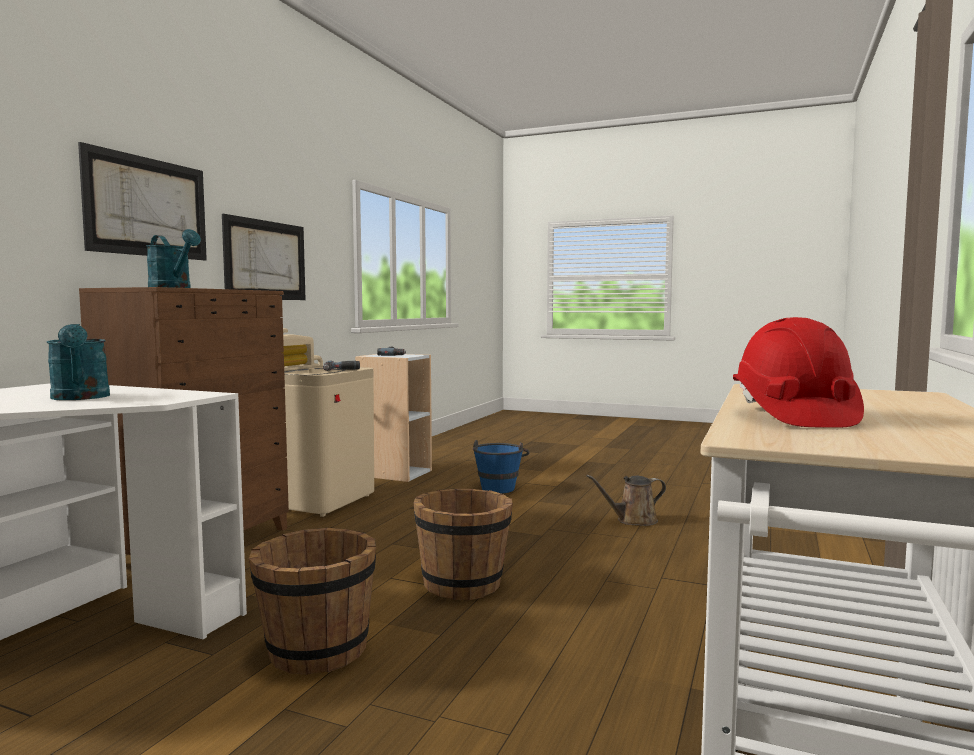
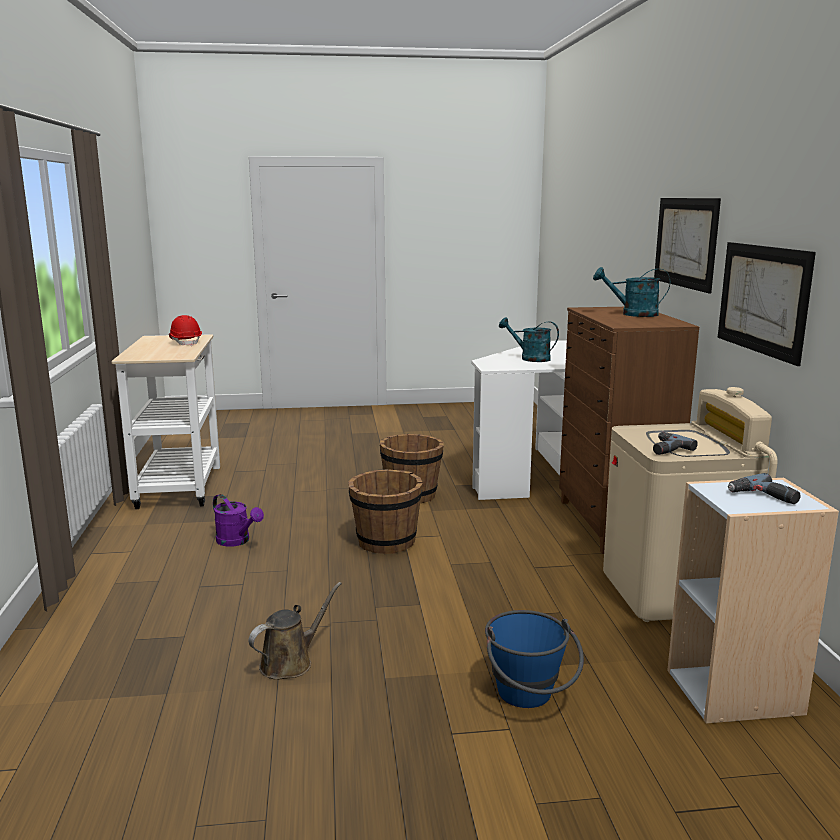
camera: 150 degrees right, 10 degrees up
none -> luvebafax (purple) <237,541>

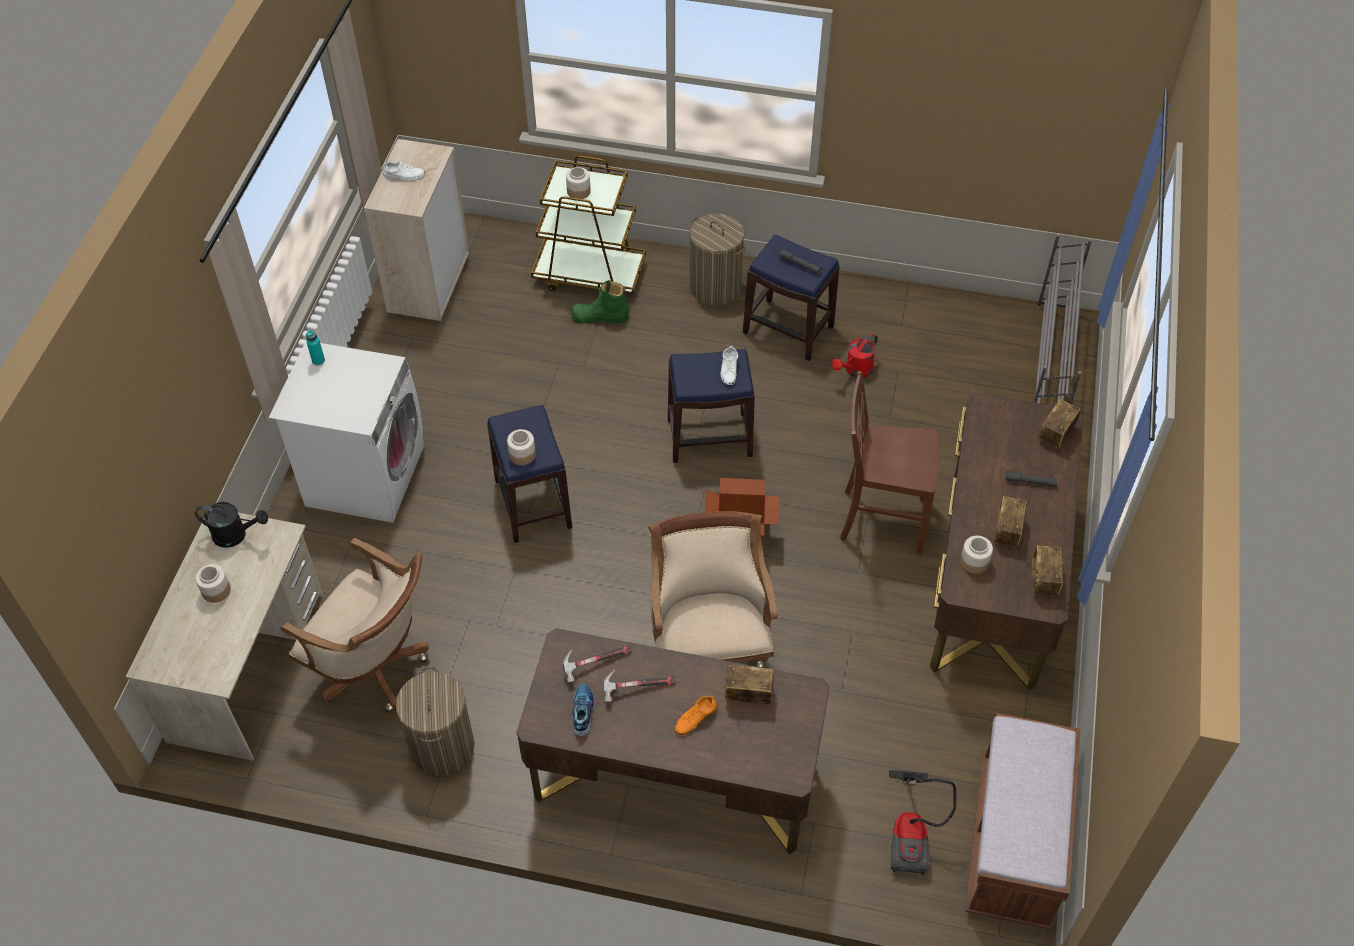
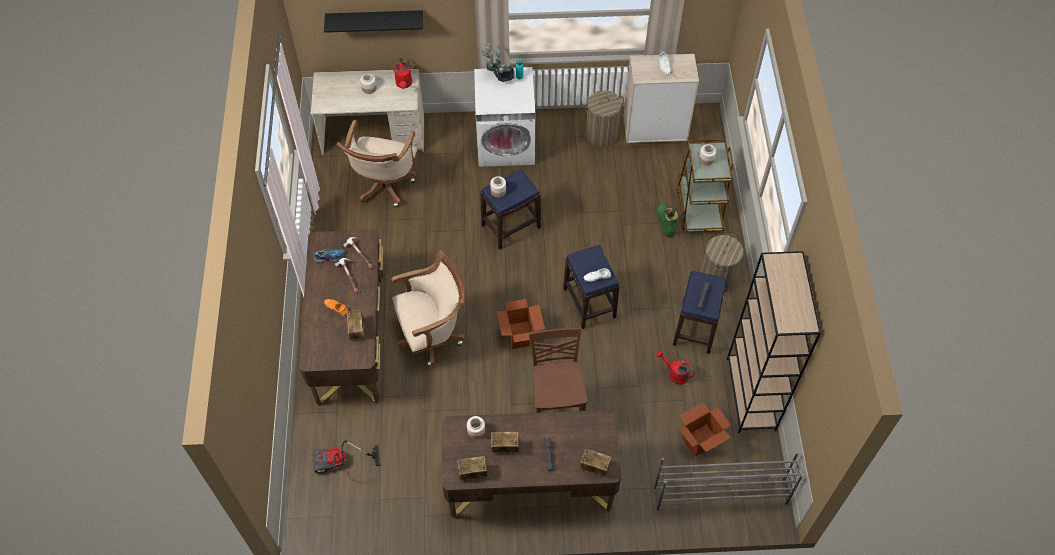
camera: 75 degrees right, 5 degrees up
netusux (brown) <1013,843> -> none
none -> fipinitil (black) <375,20>
none -> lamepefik <498,78>
none -> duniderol <700,440>
none -> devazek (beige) <751,394>
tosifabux <442,746> -> tosifabux <601,134>, relocated
luvebafax (black) <236,535> -> luvebafax (red) <404,84>

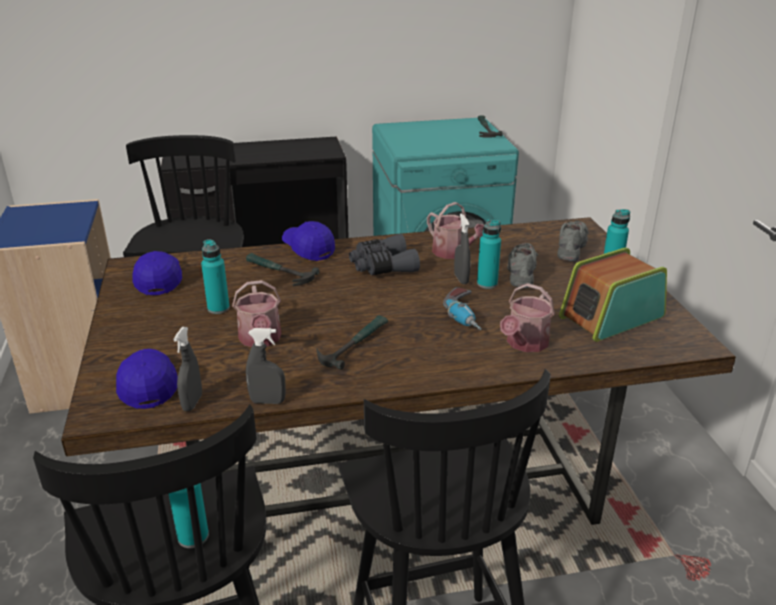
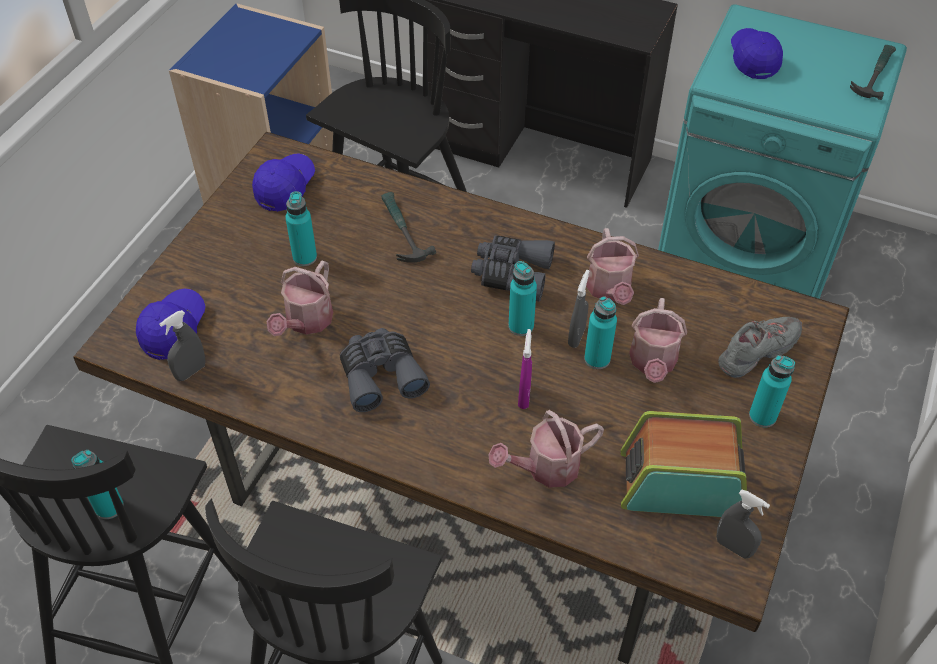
camera: 35 degrees right, 20 degrees up
none -> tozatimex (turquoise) <521,326>
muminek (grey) <267,401> -> muminek (grey) <733,547>, relocated
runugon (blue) <308,249> -> runugon (blue) <753,60>, relocated
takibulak <353,345> -> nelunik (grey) <381,375>
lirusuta <465,317> -> muminek (purple) <524,396>
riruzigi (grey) <521,273> -> luvebafax <652,363>

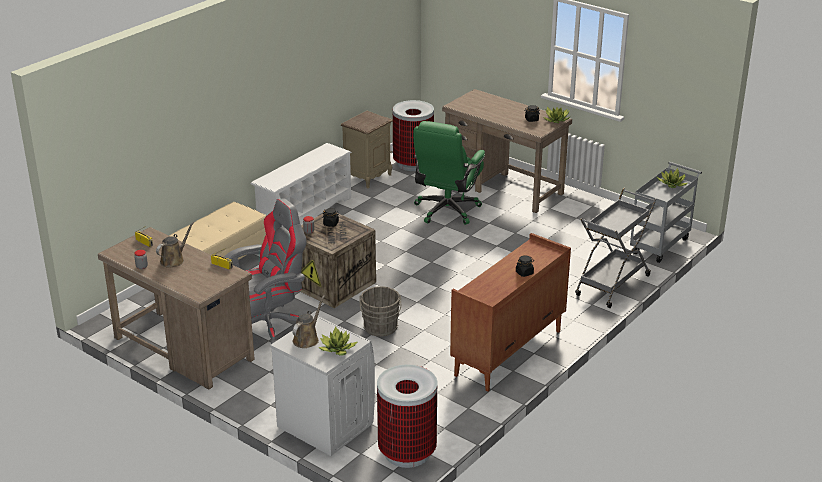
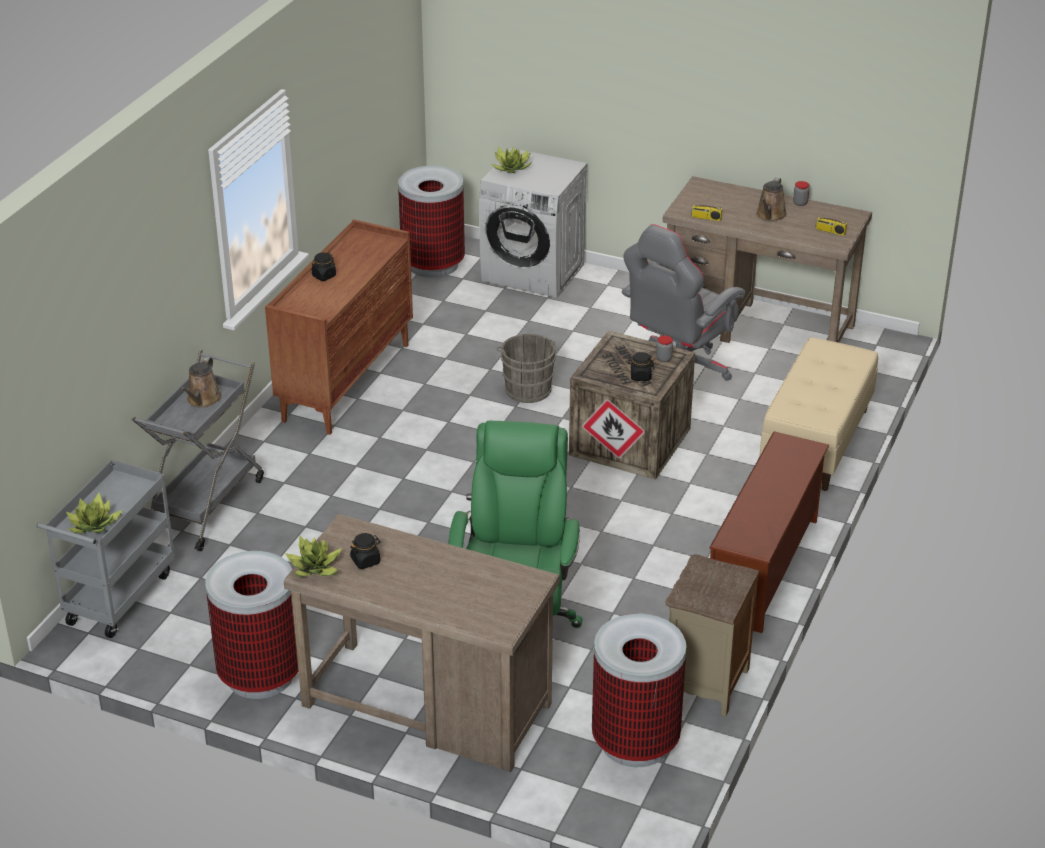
camera: 165 degrees right, 5 degrees up
none -> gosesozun <259,675>
luvebafax (brown) <307,339> -> luvebafax (brown) <202,400>, relocated
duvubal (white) <304,213> -> duvubal (brown) <765,569>

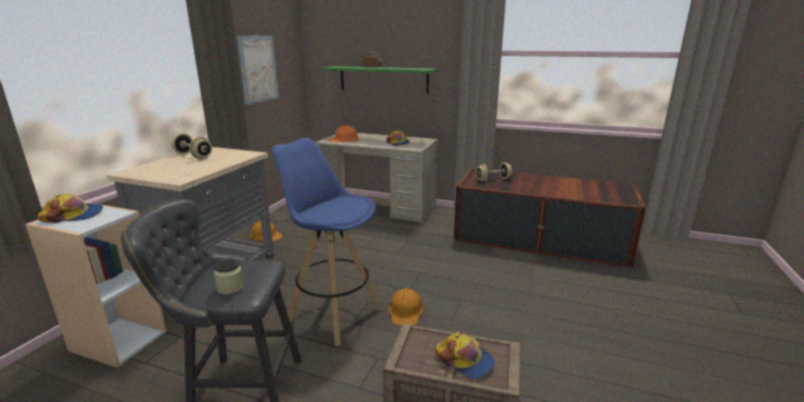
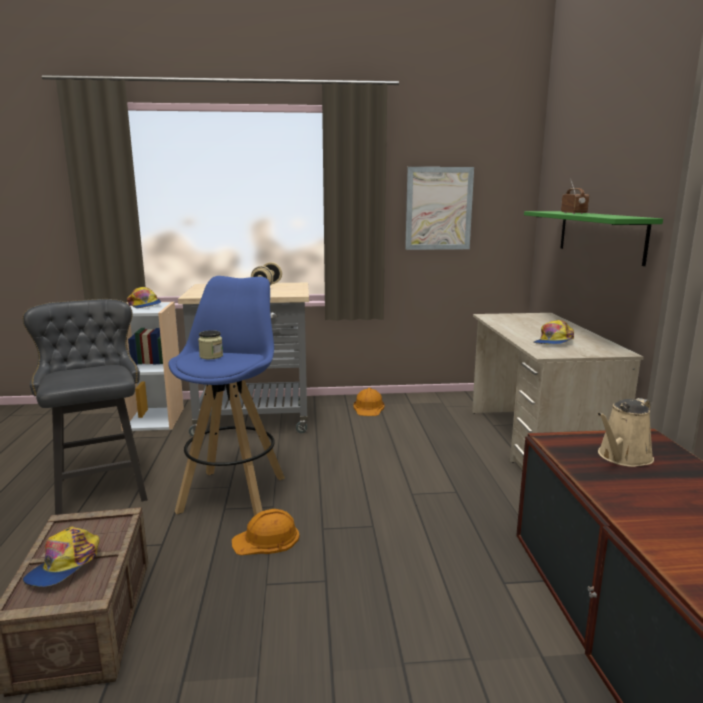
camera: 65 degrees right, 5 degrees down
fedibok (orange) <344,139> -> none
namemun <230,288> -> namemun <211,356>, relocated
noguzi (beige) <493,179> -> luvebafax (beige) <622,457>

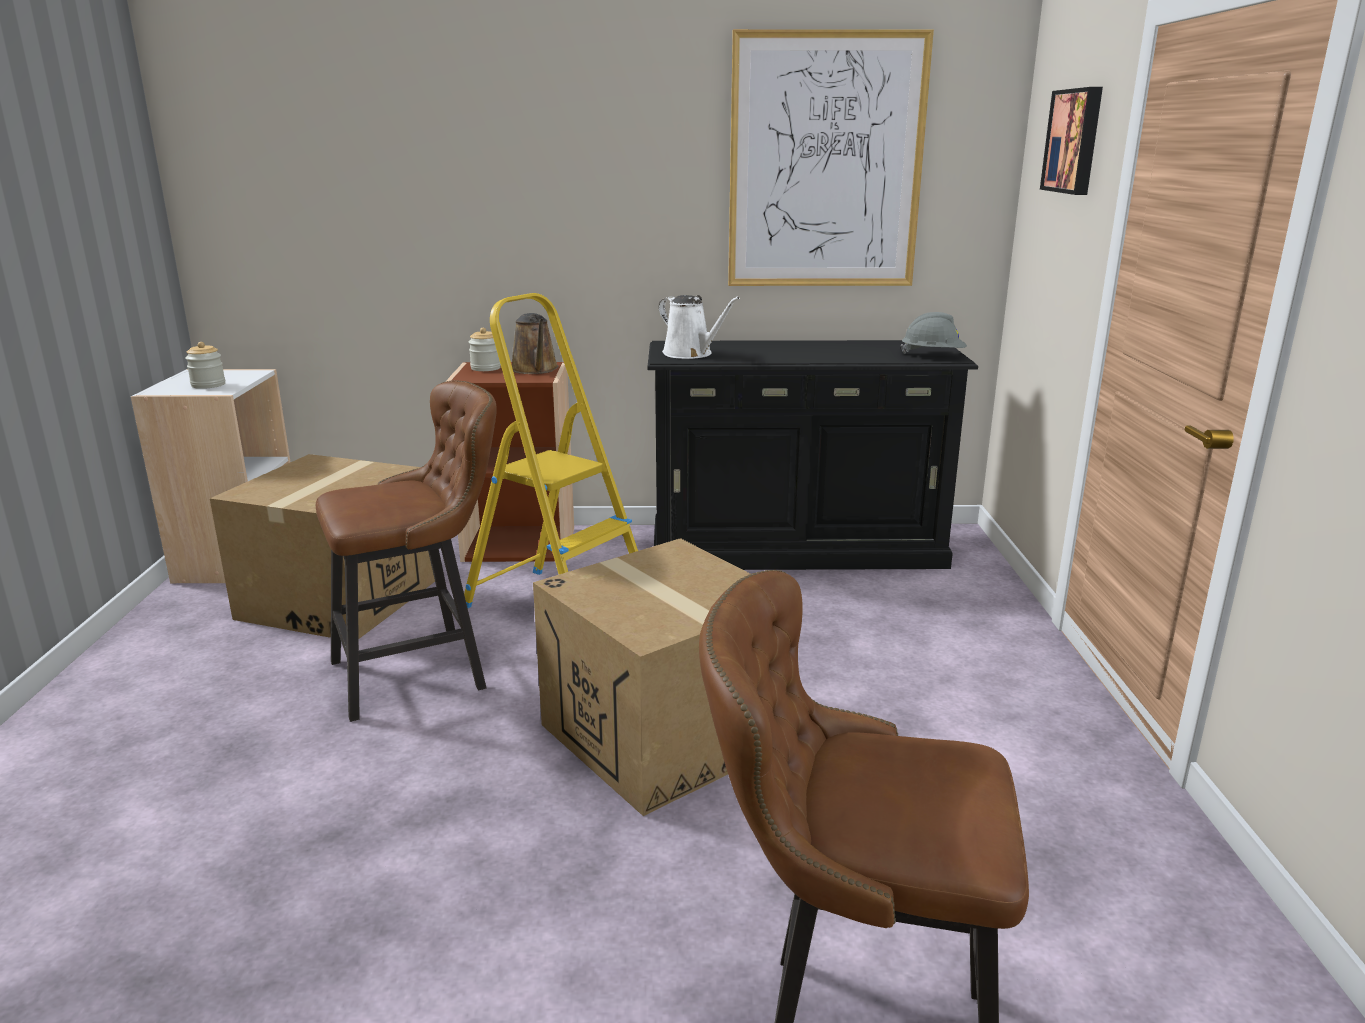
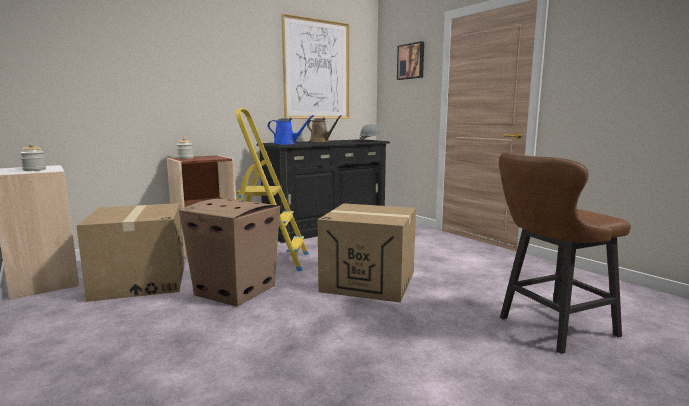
camera: 35 degrees left, 10 degrees down
luvebafax (brown) <535,370> -> luvebafax (brown) <321,141>, relocated
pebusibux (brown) <428,669> -> duniderol <236,290>
luvebafax (white) <691,354> -> luvebafax (blue) <286,143>

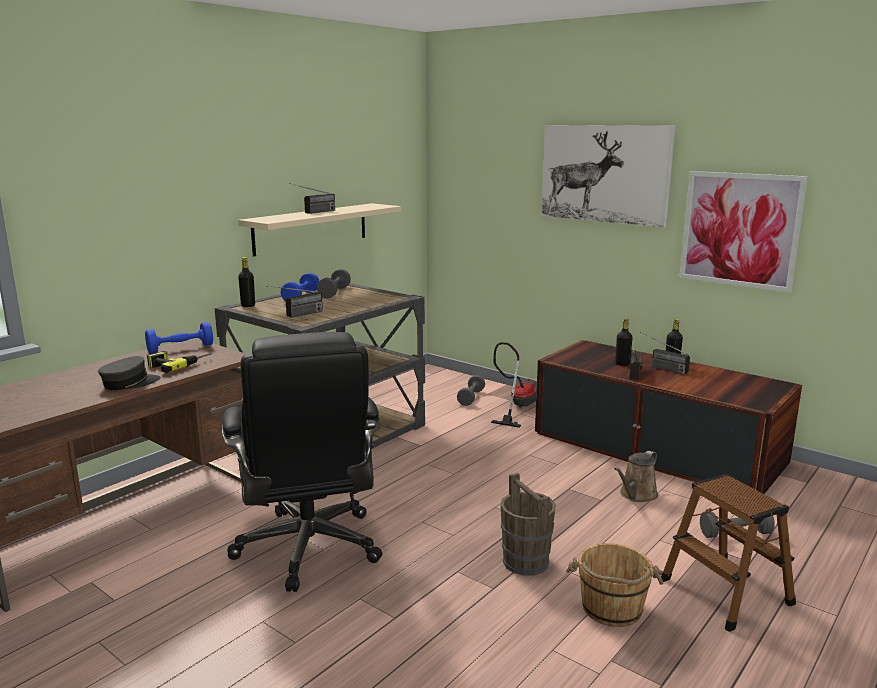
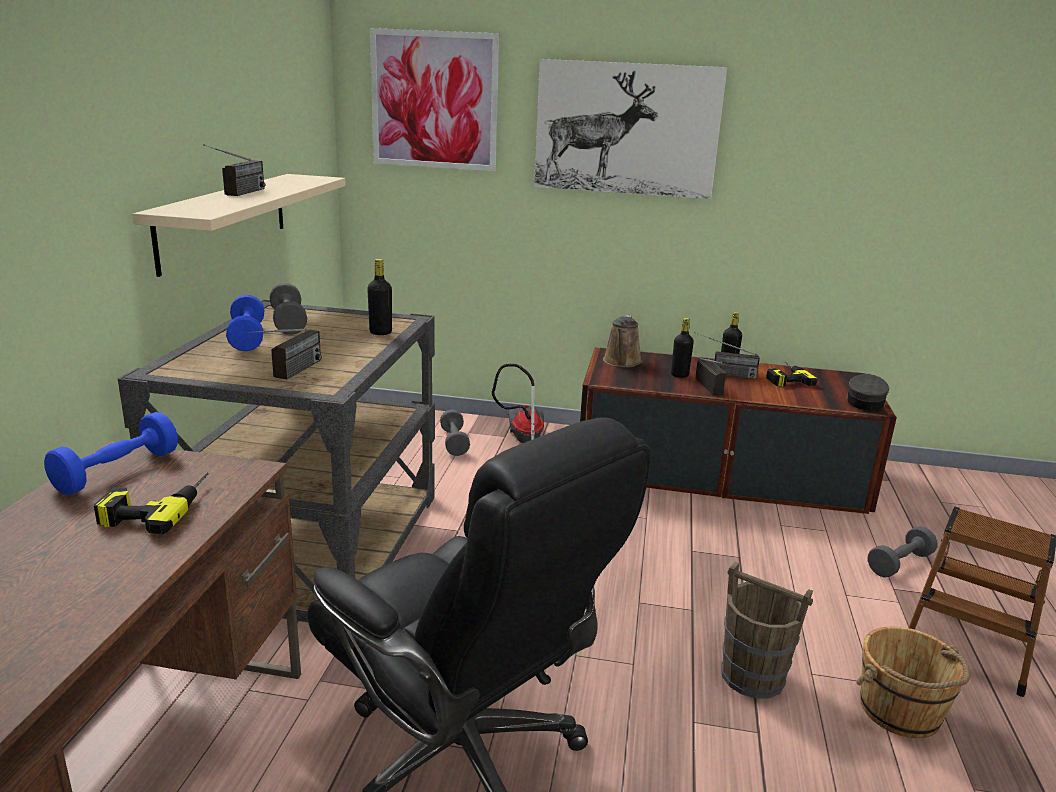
camera: 30 degrees left, 5 degrees up
none -> lirusuta <784,377>
runugon (grey) <130,383> -> runugon (grey) <865,402>, relocated
tozatimex (black) <248,305> -> tozatimex (black) <380,332>, relocated
luvebafax (brown) <636,495> -> luvebafax (brown) <622,362>, relocated
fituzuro <740,230> -> fituzuro <434,100>, relocated

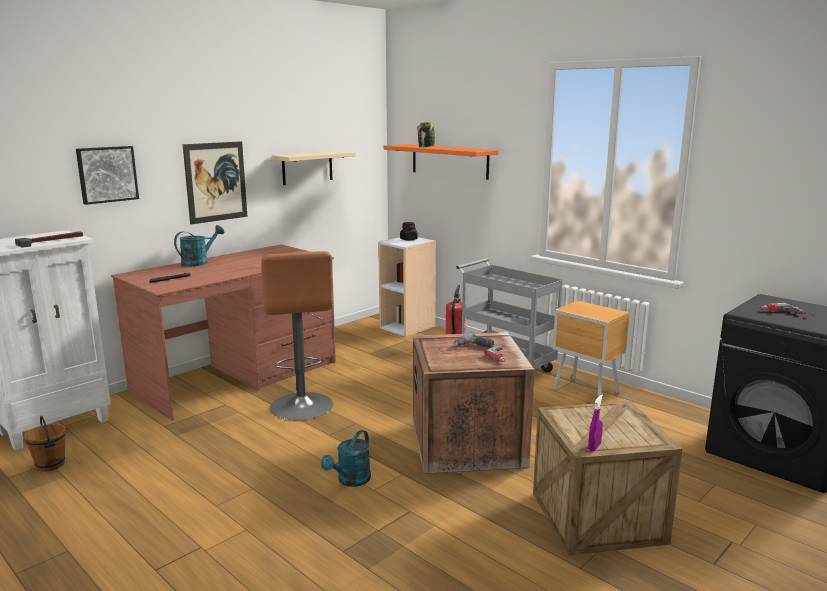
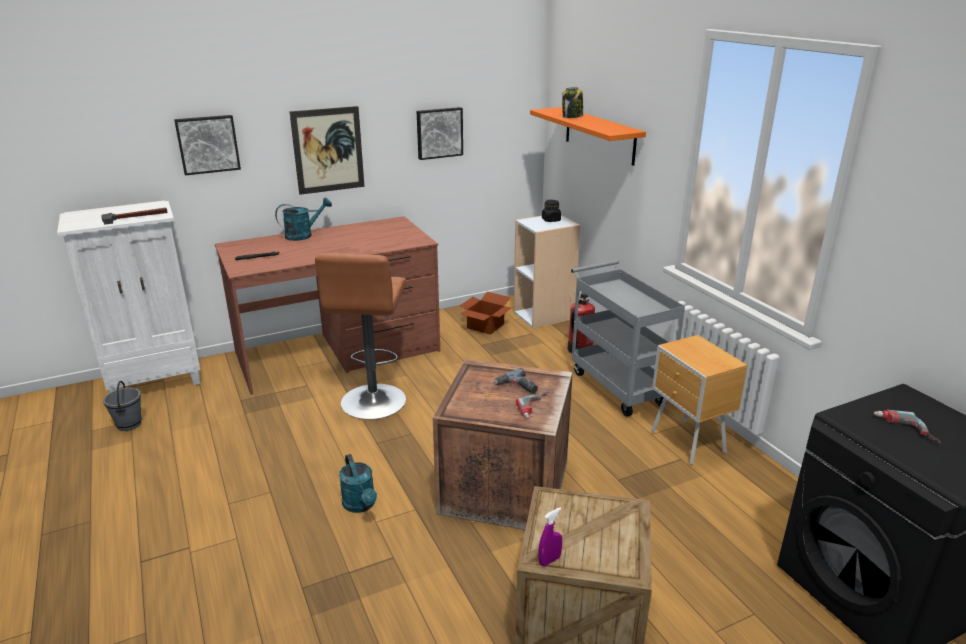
camera: 20 degrees right, 10 degrees up
none -> duniderol <484,326>
fipinitil (beige) <307,167> -> fituzuro <439,133>
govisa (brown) <51,465> -> govisa (grey) <129,424>
luvebafax (turquoise) <350,481> -> luvebafax (turquoise) <361,505>, 75 degrees counterclockwise

